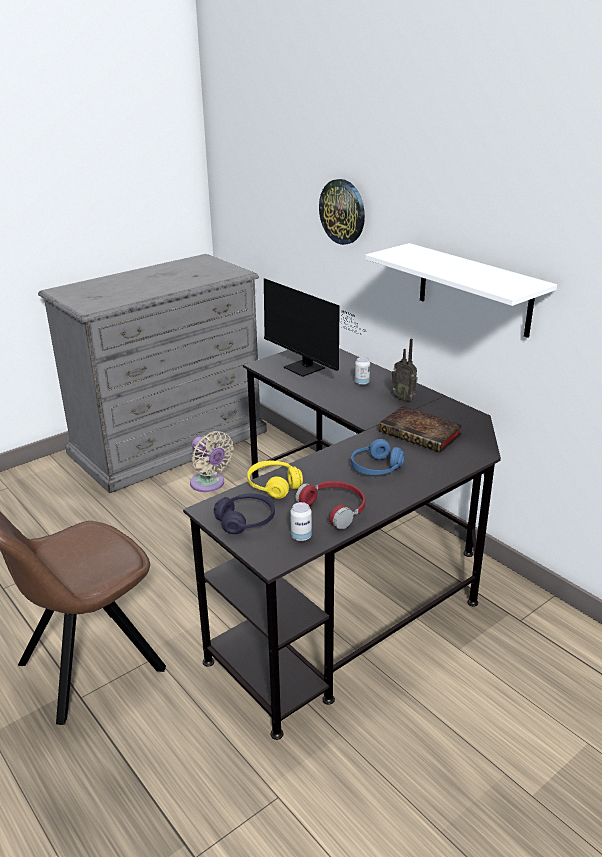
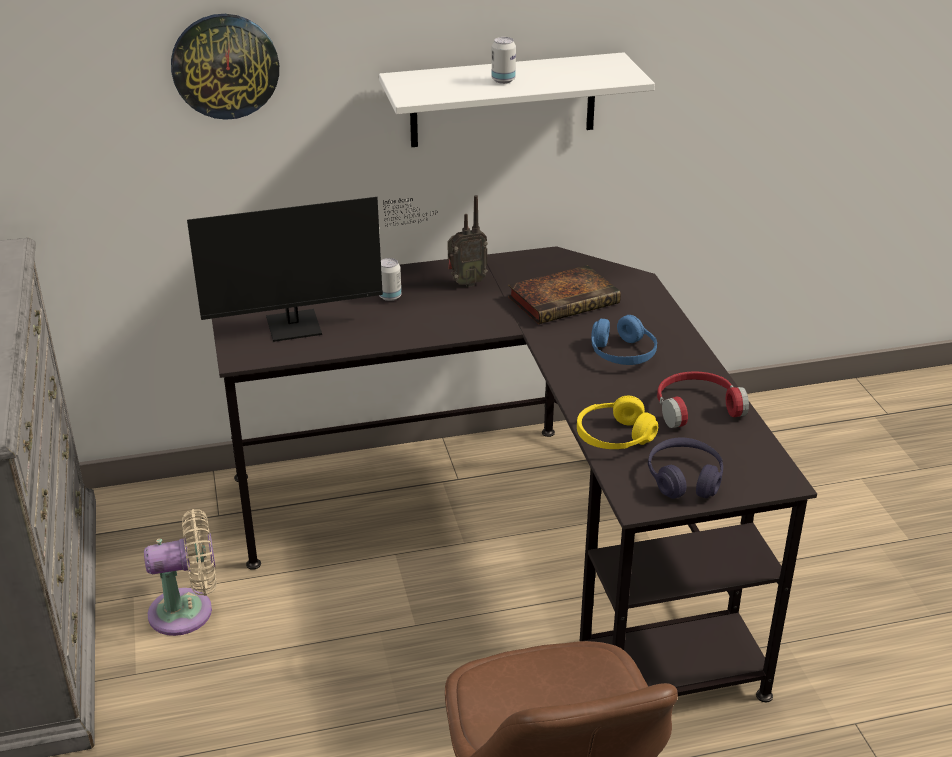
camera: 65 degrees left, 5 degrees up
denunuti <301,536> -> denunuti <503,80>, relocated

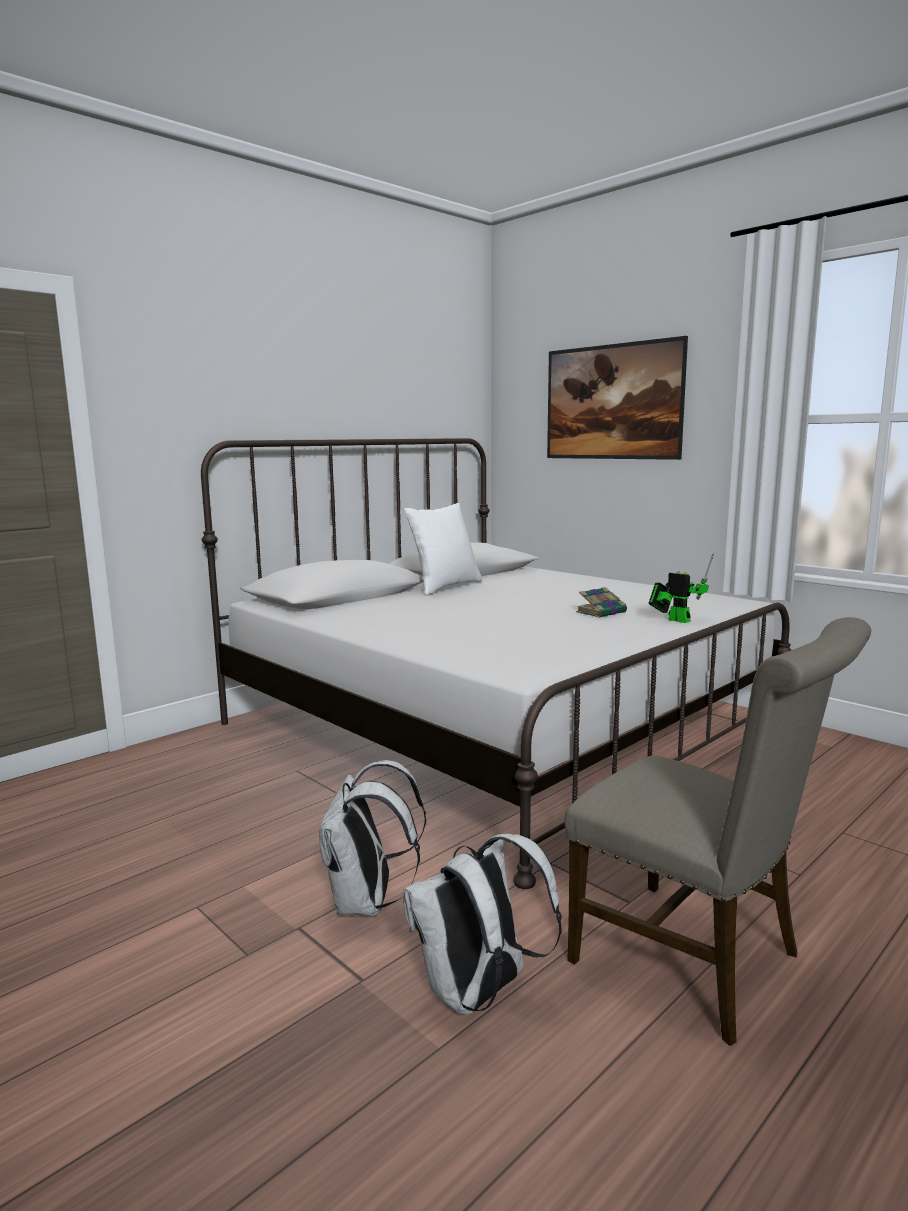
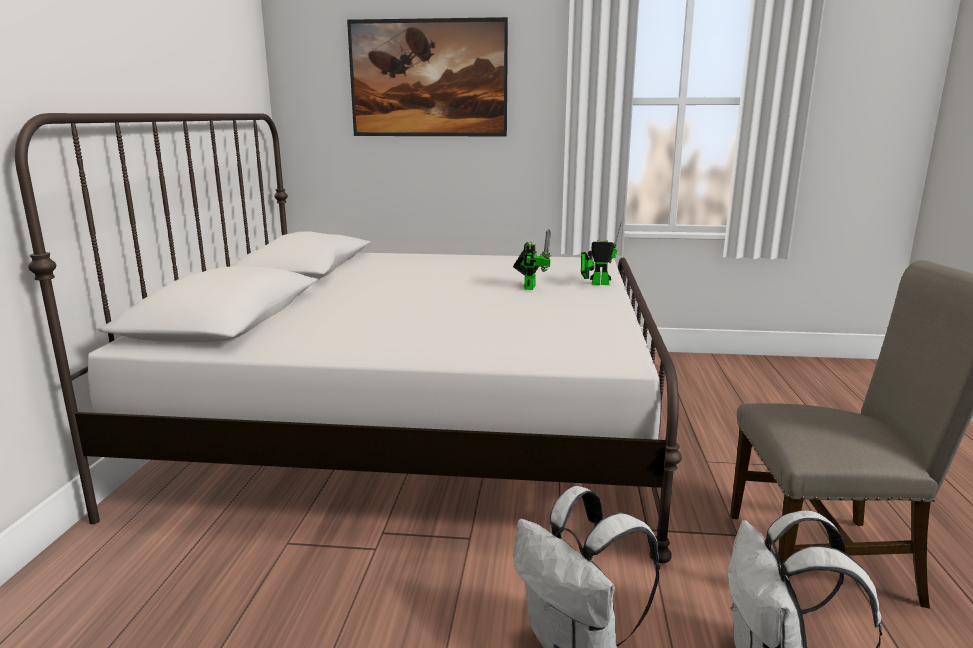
camera: 40 degrees left, 5 degrees up
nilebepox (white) <445,587> -> none
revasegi <602,612> -> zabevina <530,286>

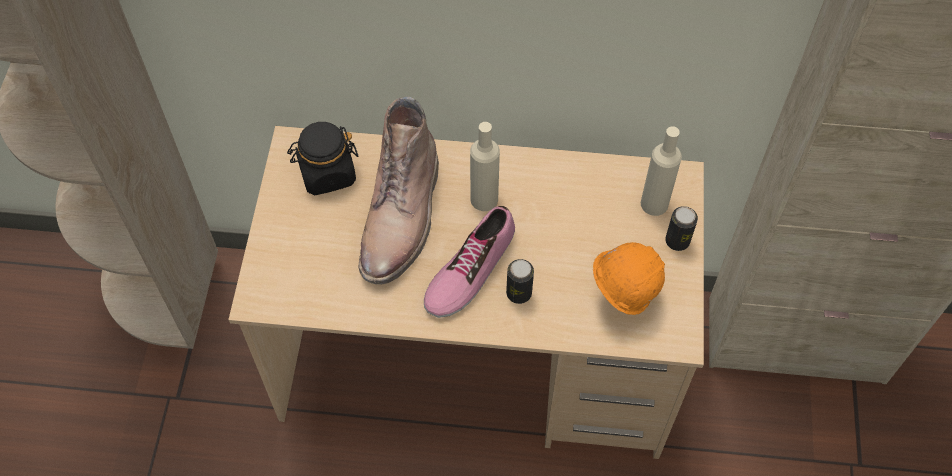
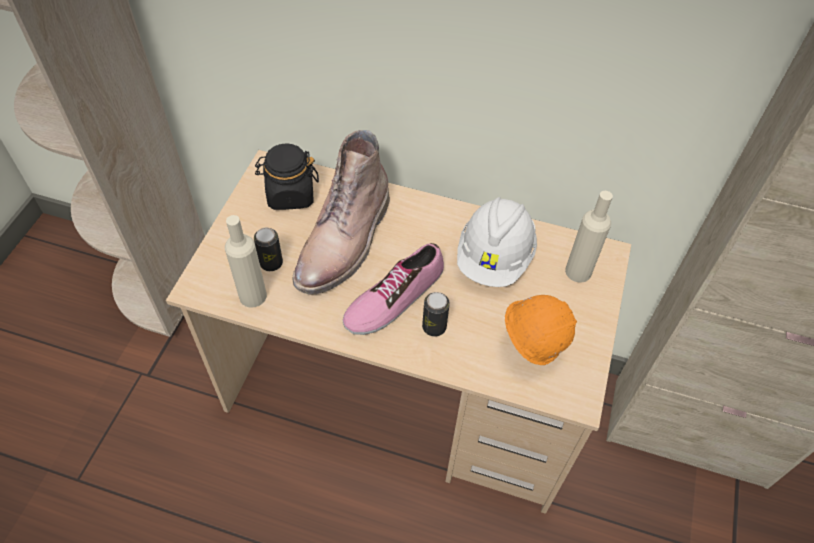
camera: 10 degrees right, 5 degrees down
none -> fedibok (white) <494,258>
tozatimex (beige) <484,199> -> tozatimex (beige) <253,296>, relocated
denunuti <677,241> -> denunuti <271,263>, relocated

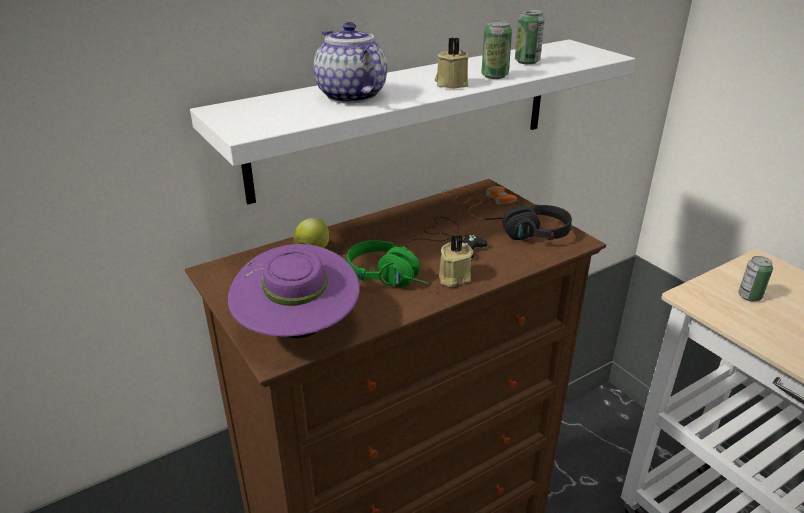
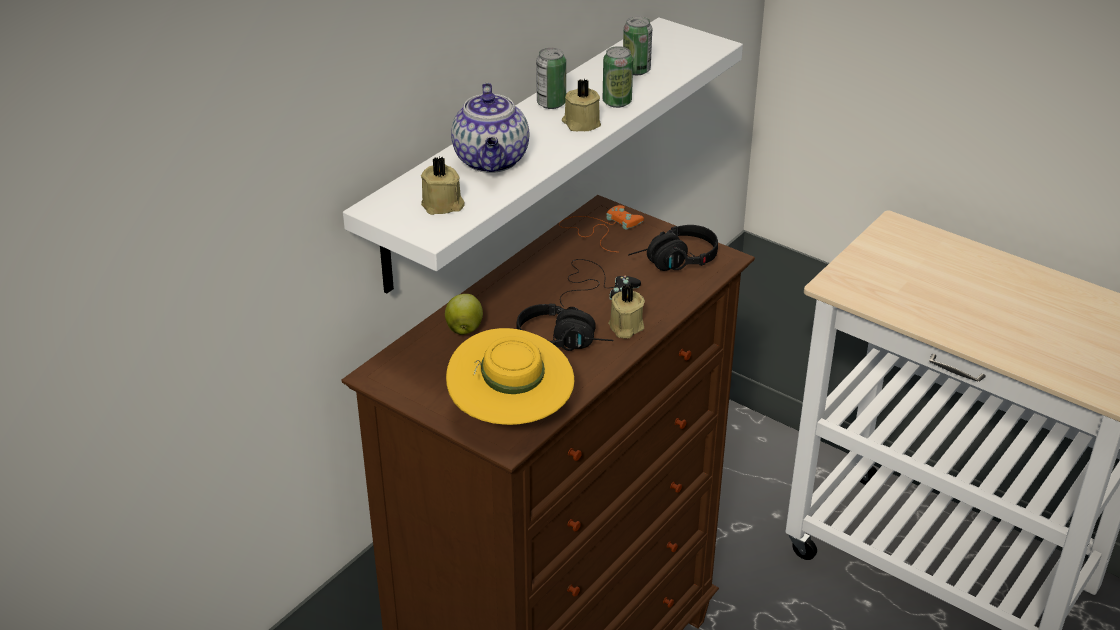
camera: 20 degrees left, 5 degrees up
none -> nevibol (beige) <443,205>
denunuti <749,296> -> denunuti <551,103>, relocated
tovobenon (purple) <298,330> -> tovobenon (yellow) <511,415>
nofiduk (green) <391,278> -> nofiduk (black) <565,341>
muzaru <350,95> -> muzaru <492,161>, 135 degrees counterclockwise

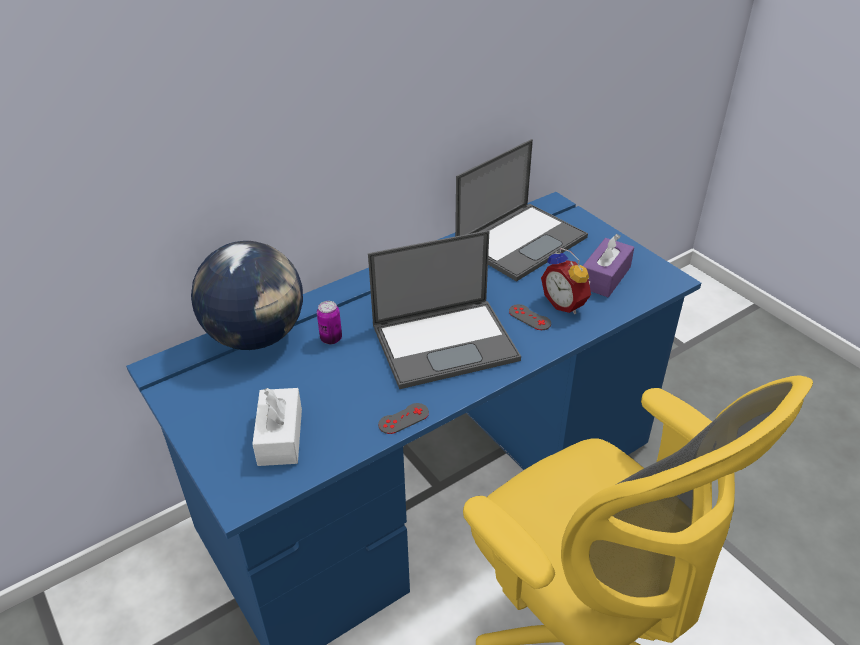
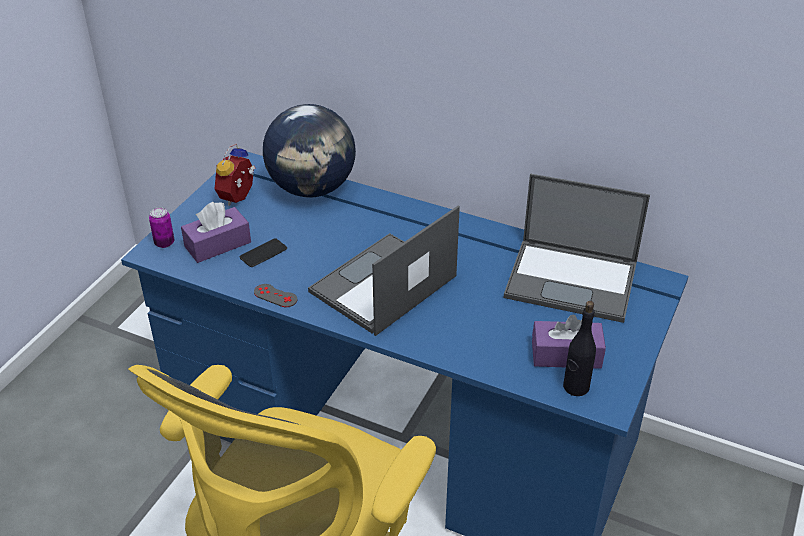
camera: 60 degrees right, 0 degrees up
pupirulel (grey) <529,317> -> none
none -> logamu <263,253>
none -> tozatimex (black) <575,387>
denunuti <331,339> -> denunuti <164,243>, relocated
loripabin <566,304> -> loripabin <239,198>, relocated
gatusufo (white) <280,436> -> gatusufo (purple) <217,244>
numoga <446,342> -> numoga <382,285>, 90 degrees clockwise

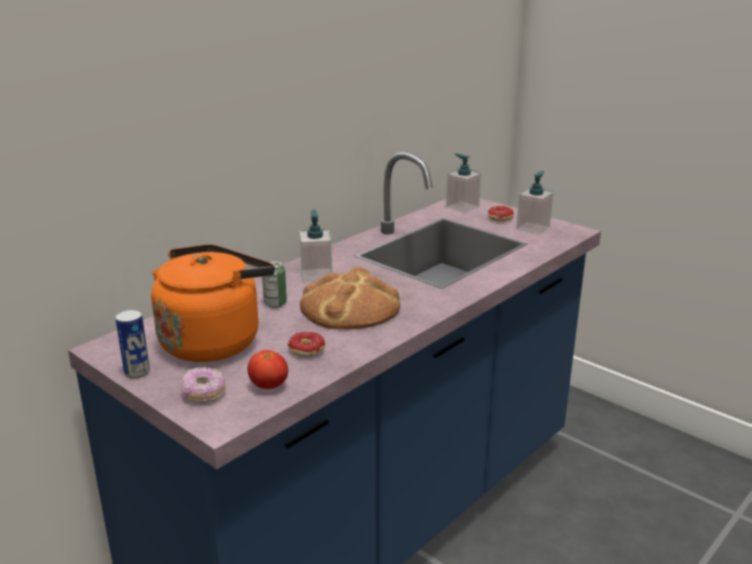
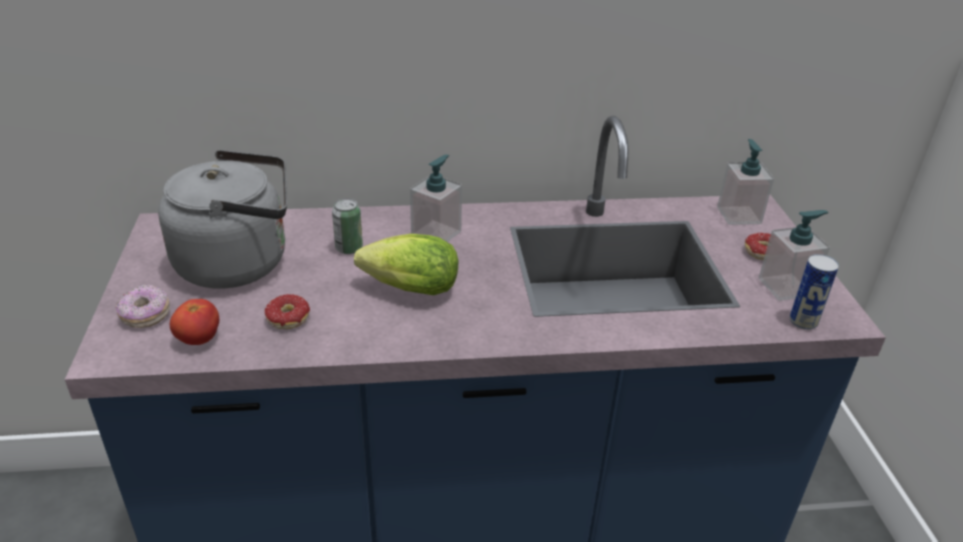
camera: 40 degrees right, 10 degrees up
denunuti <137,372> -> denunuti <803,321>, relocated
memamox <350,307> -> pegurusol <405,289>
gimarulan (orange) <214,340> -> gimarulan (grey) <240,263>

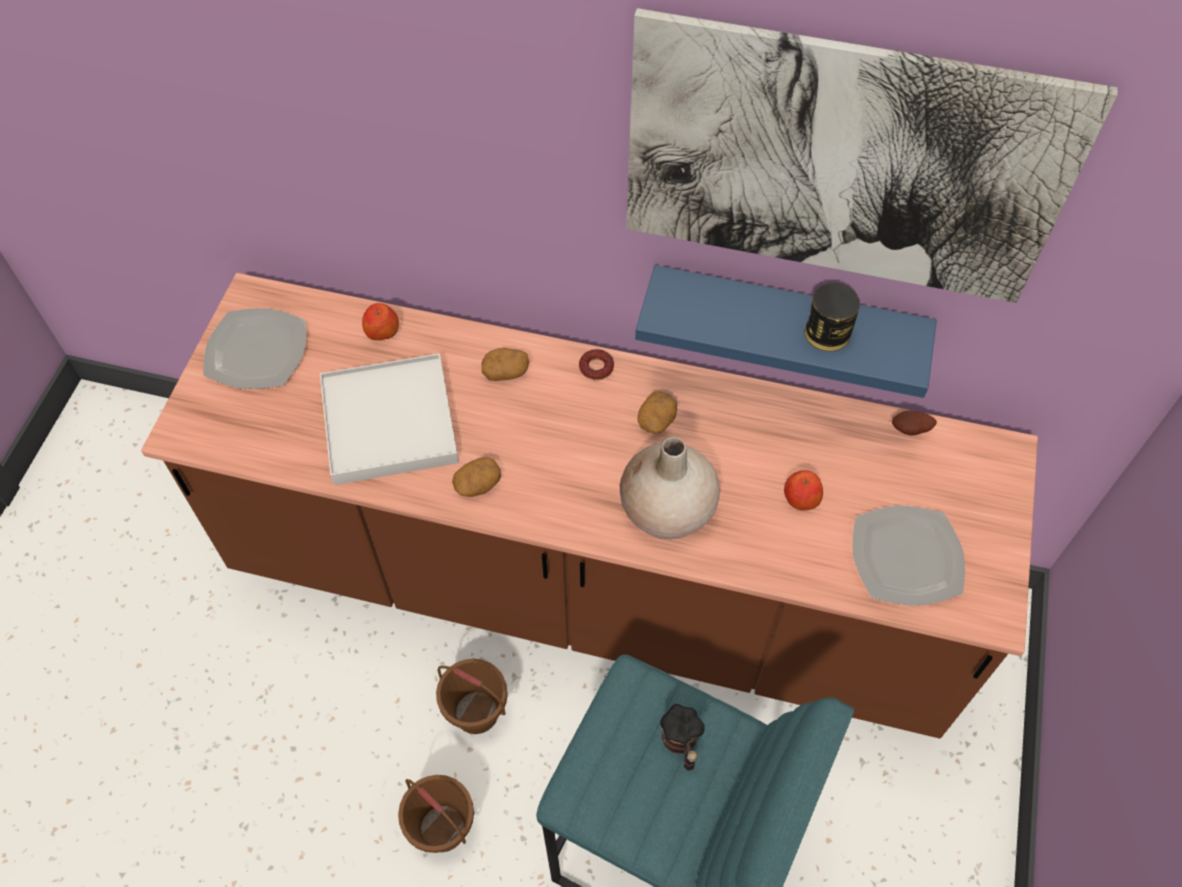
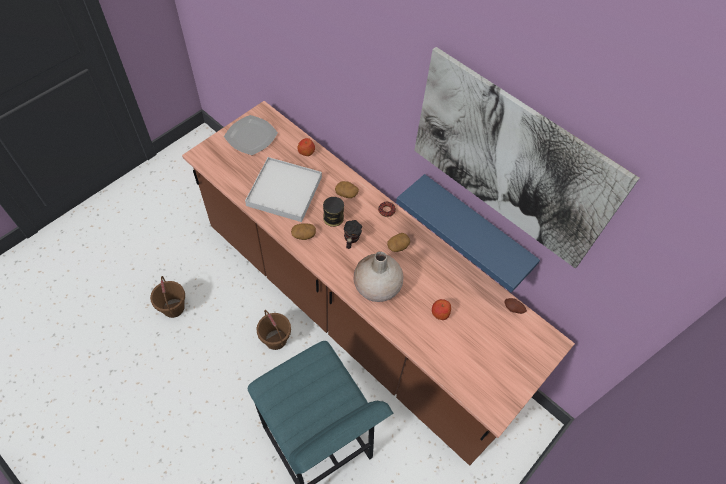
camera: 25 degrees right, 0 degrees up
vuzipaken <906,558> -> none
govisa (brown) <443,827> -> govisa (brown) <174,308>, relocated
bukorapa <680,744> -> bukorapa <351,240>, relocated
denunuti <827,333> -> denunuti <333,218>, relocated

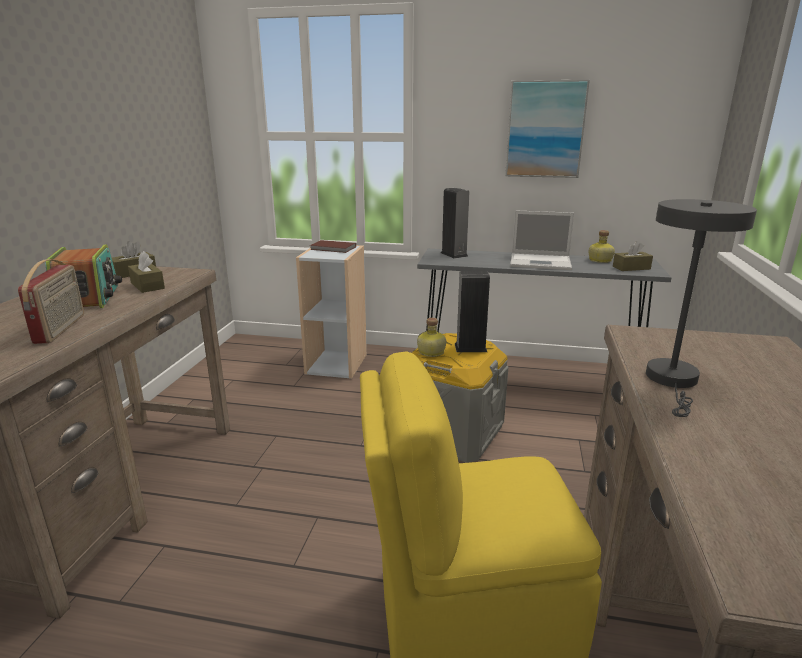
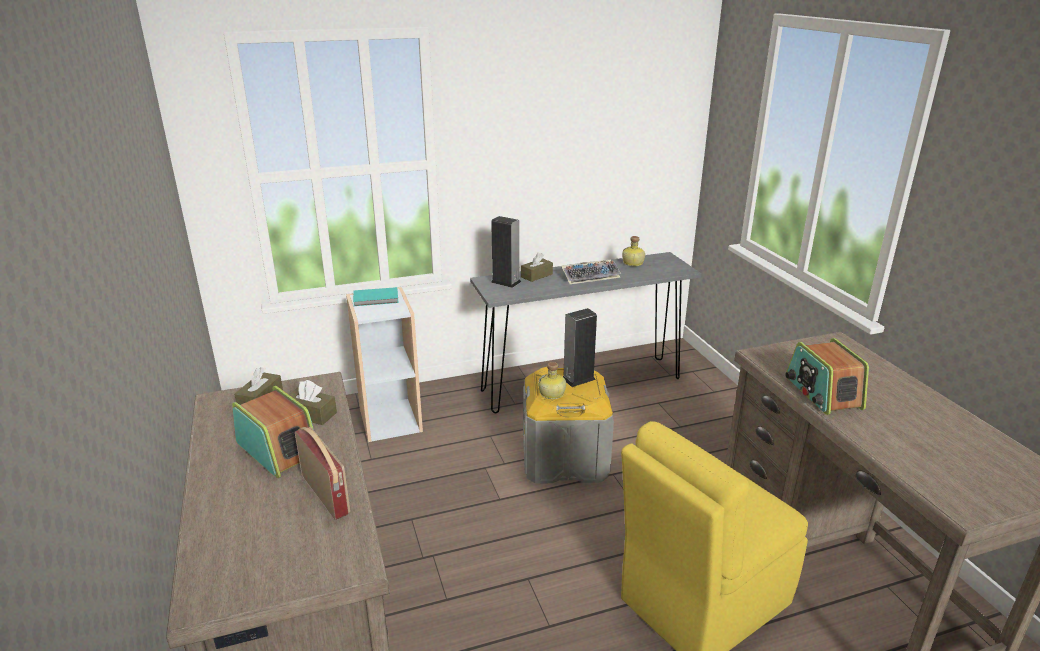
camera: 30 degrees left, 5 degrees up
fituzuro <545,129> -> none
gatusufo (brown) <631,268> -> gatusufo (brown) <536,275>, relocated
numoga <541,262> -> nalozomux <591,276>
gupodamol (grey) <673,381> -> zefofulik <822,393>
revasegi (brown) <333,248> -> revasegi (turquoise) <376,299>

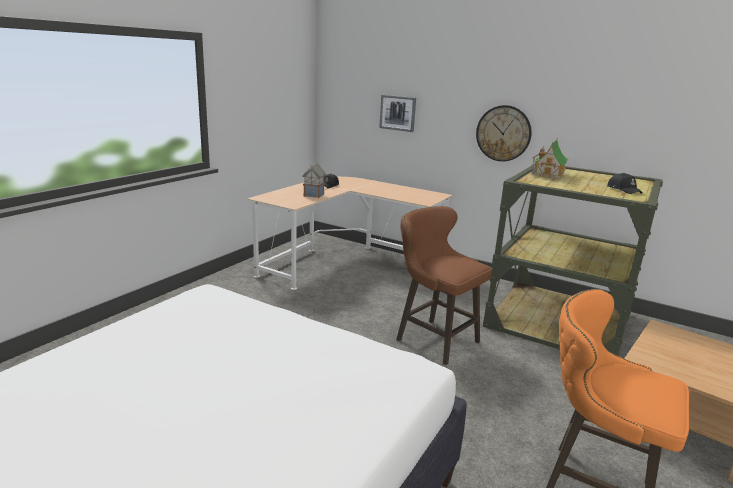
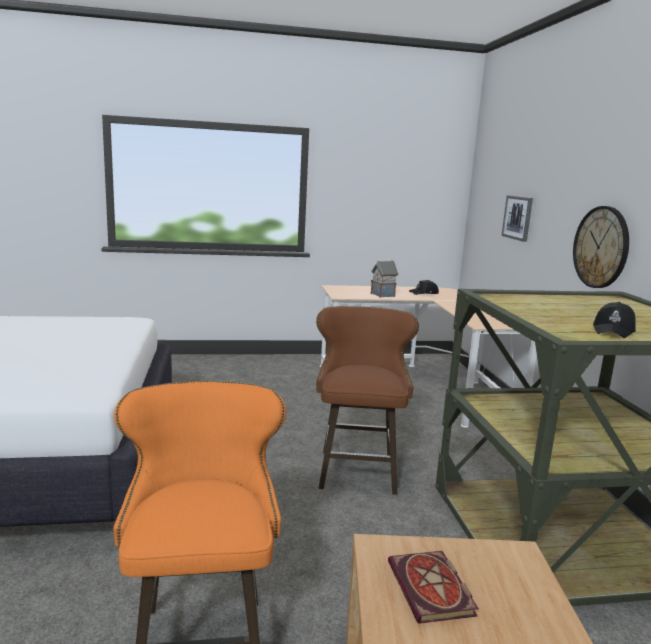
camera: 50 degrees right, 5 degrees down
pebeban <549,173> -> none
none -> revasegi <433,590>

